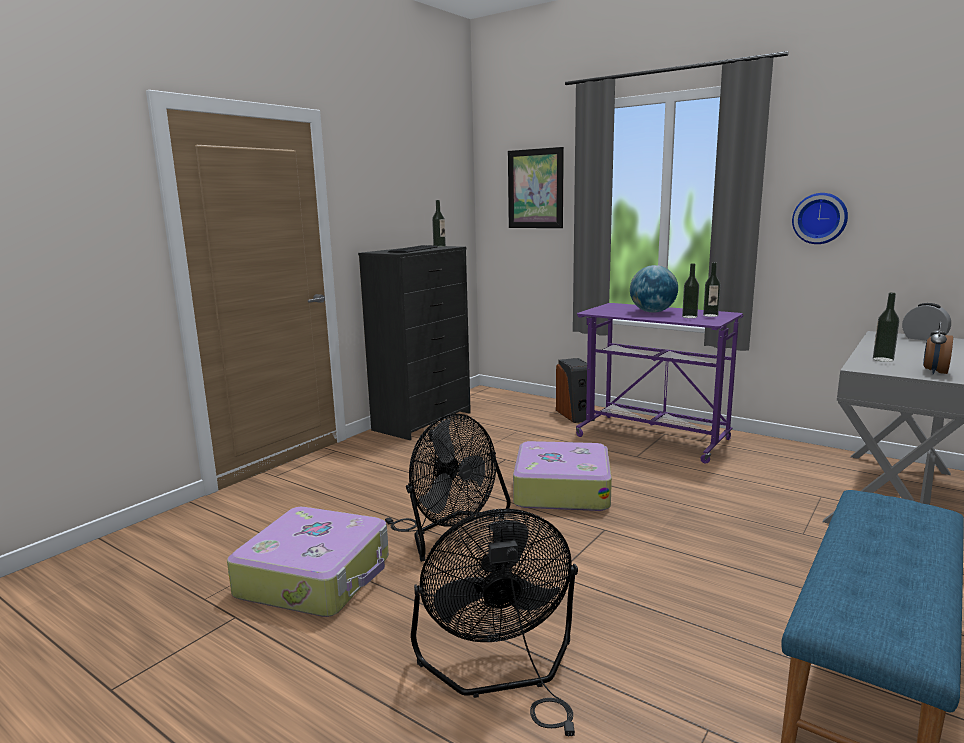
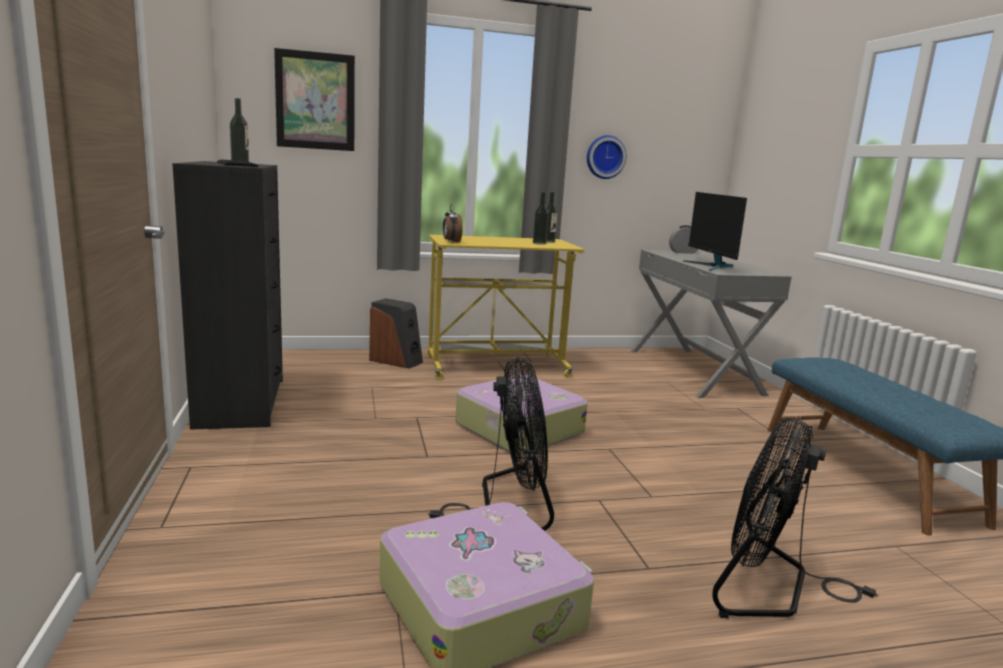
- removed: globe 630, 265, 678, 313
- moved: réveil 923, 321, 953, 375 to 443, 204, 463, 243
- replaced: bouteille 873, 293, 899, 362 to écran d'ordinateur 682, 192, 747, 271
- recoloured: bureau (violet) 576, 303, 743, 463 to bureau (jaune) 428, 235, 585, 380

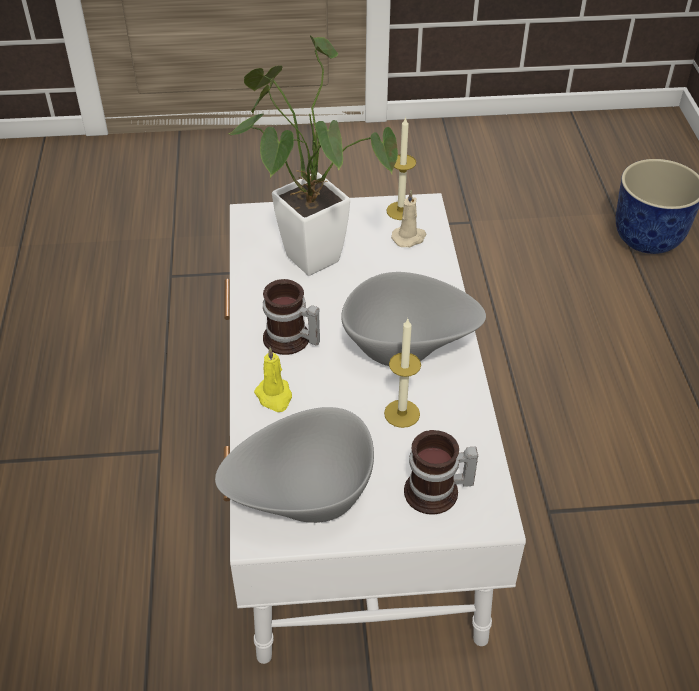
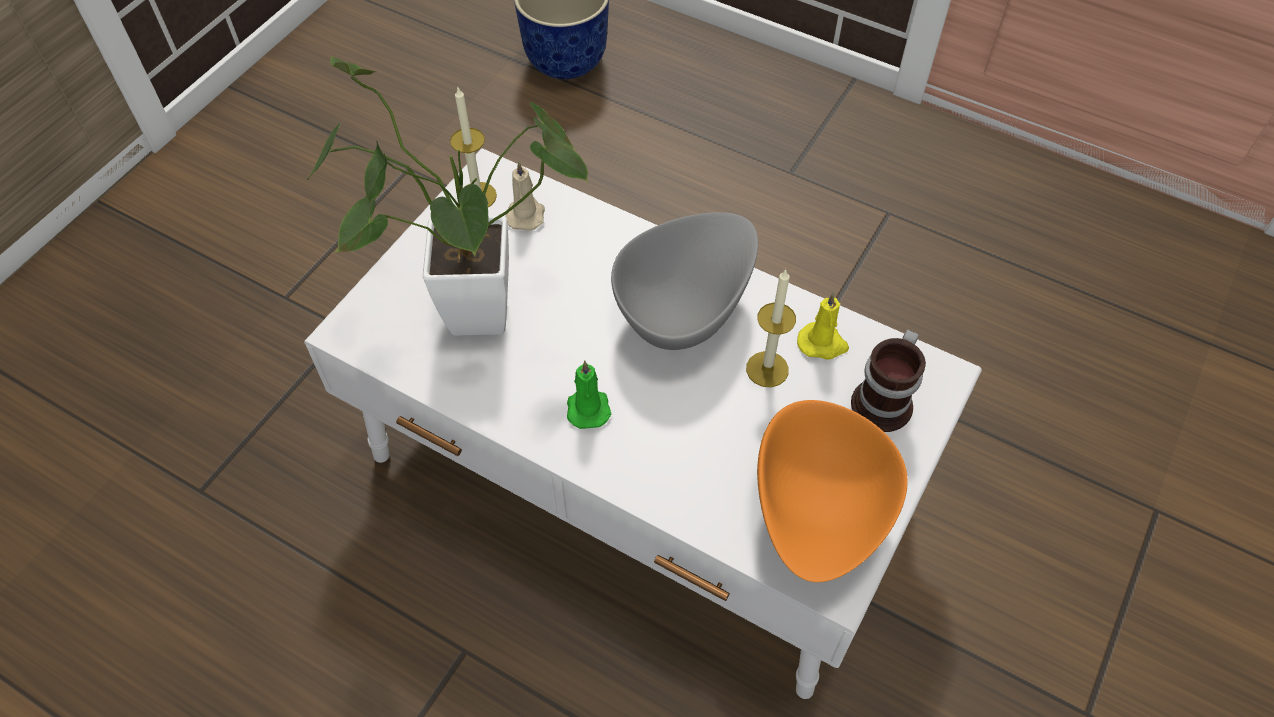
- moved: bougie (jaune) 254, 347, 292, 412 to 797, 292, 849, 360
- replaced: mug 263, 279, 320, 355 to bougie (vert) 567, 361, 611, 429
- recoloured: bol (gris) 215, 407, 374, 523 to bol (orange) 757, 400, 908, 582

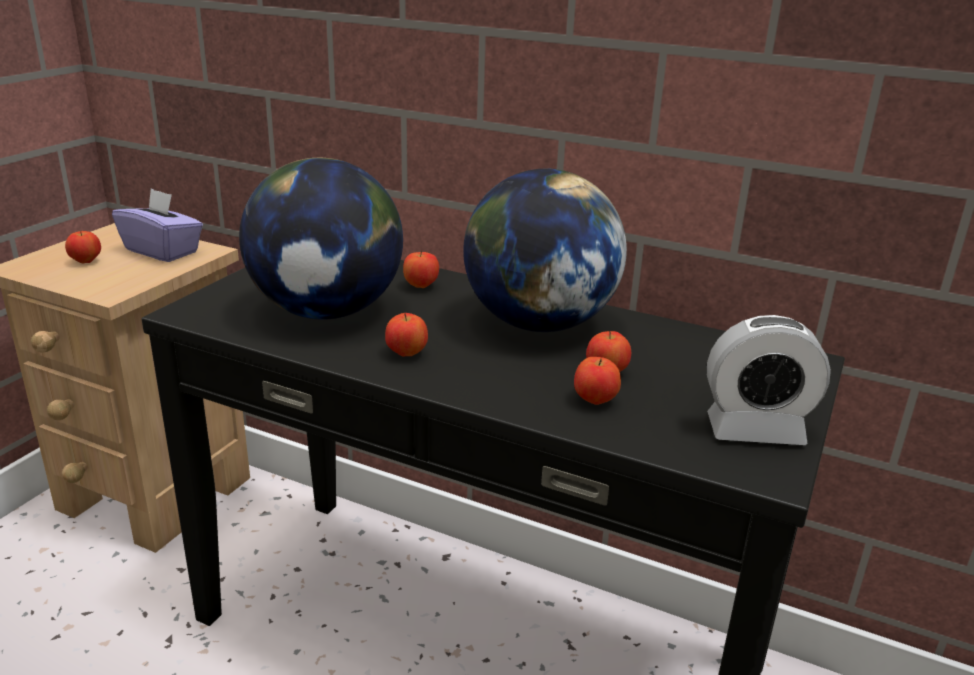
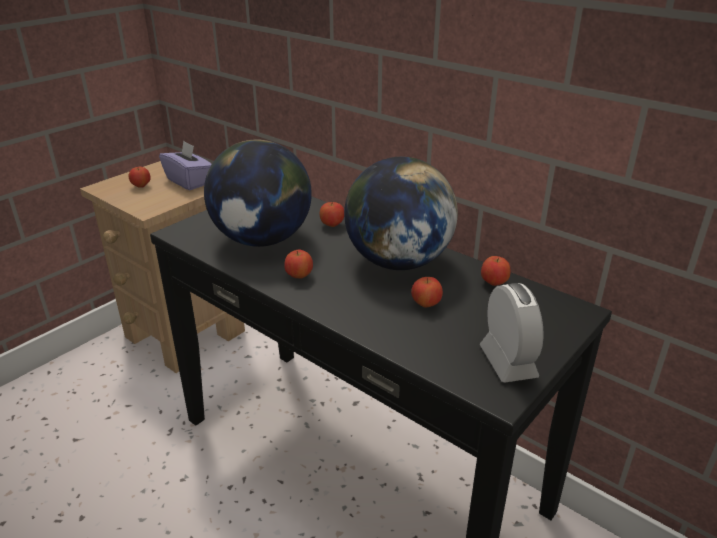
- moved: pomme 574, 357, 621, 405 to 481, 256, 510, 286
- turned: réveil 707, 315, 831, 445 = 480, 283, 544, 383 120 degrees counterclockwise

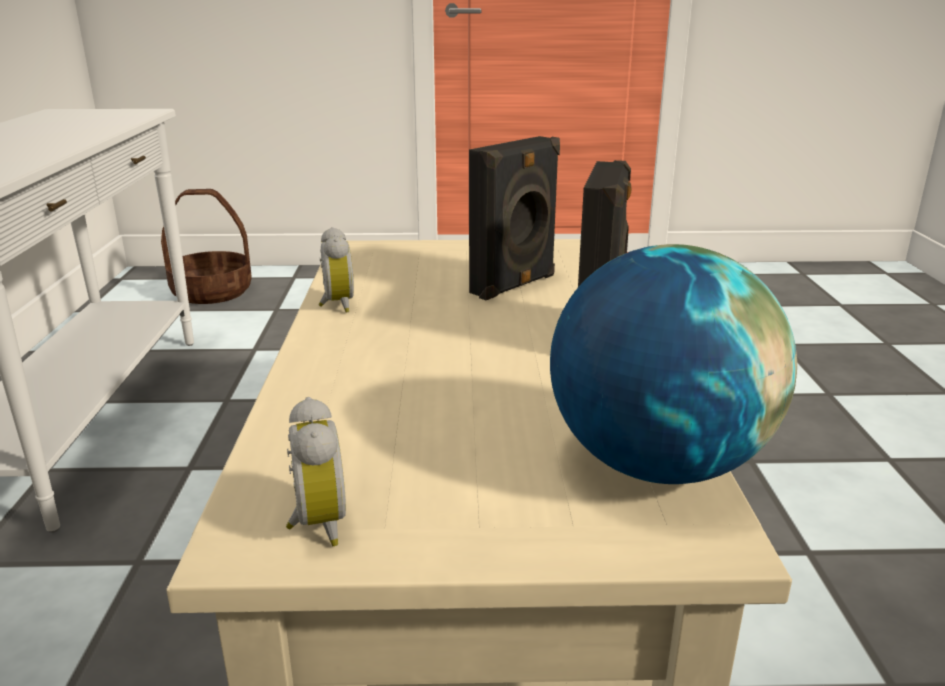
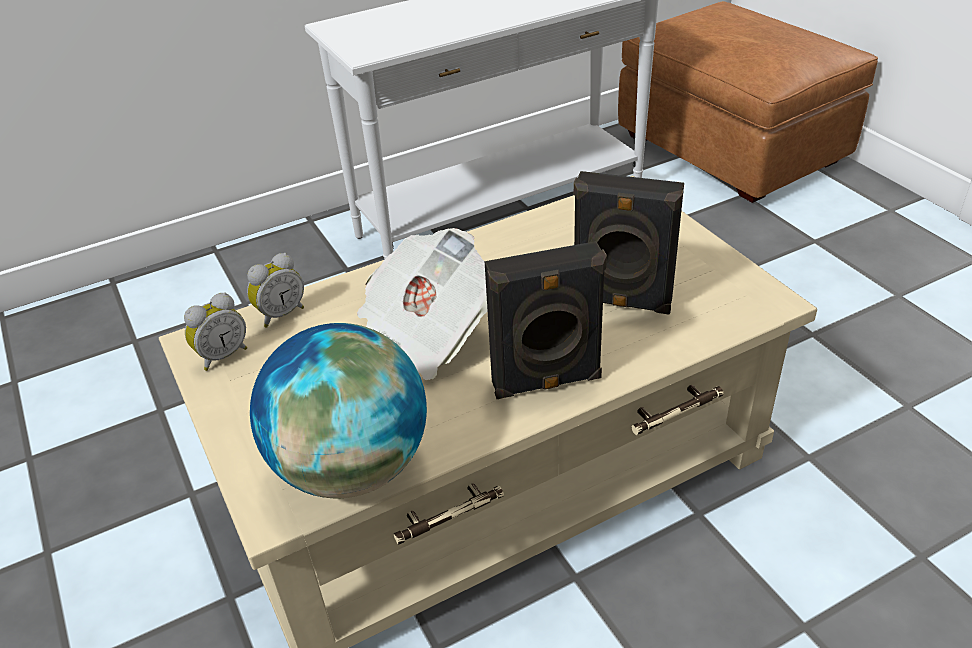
- added: journal 357, 228, 488, 380
- moved: réveil 319, 227, 354, 313 to 247, 253, 304, 327
- replaced: panier 161, 189, 252, 304 to pouf (marron) 618, 1, 878, 203

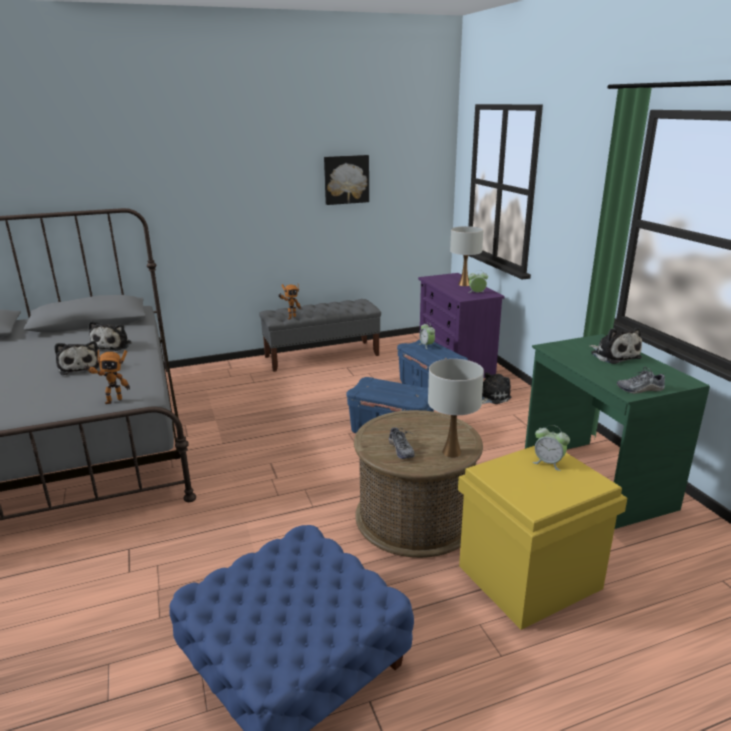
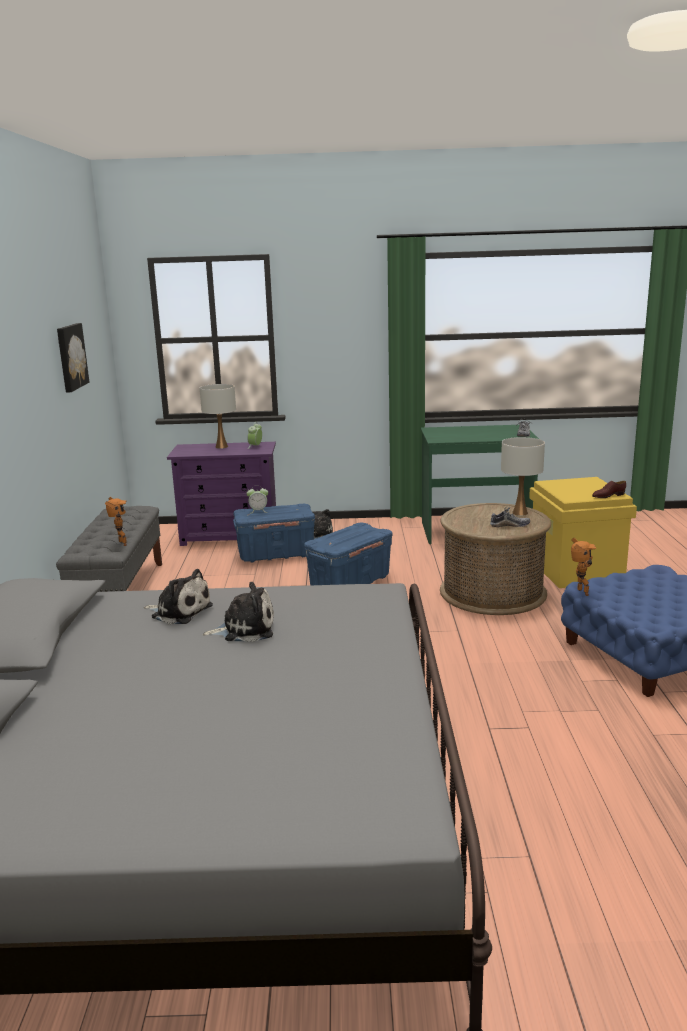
- removed: réveil 533, 425, 570, 471
- removed: peluche 589, 327, 642, 364
- added: chaussure (marron) 592, 481, 626, 498
- moved: robot jouet 83, 350, 130, 404 to 571, 538, 596, 596

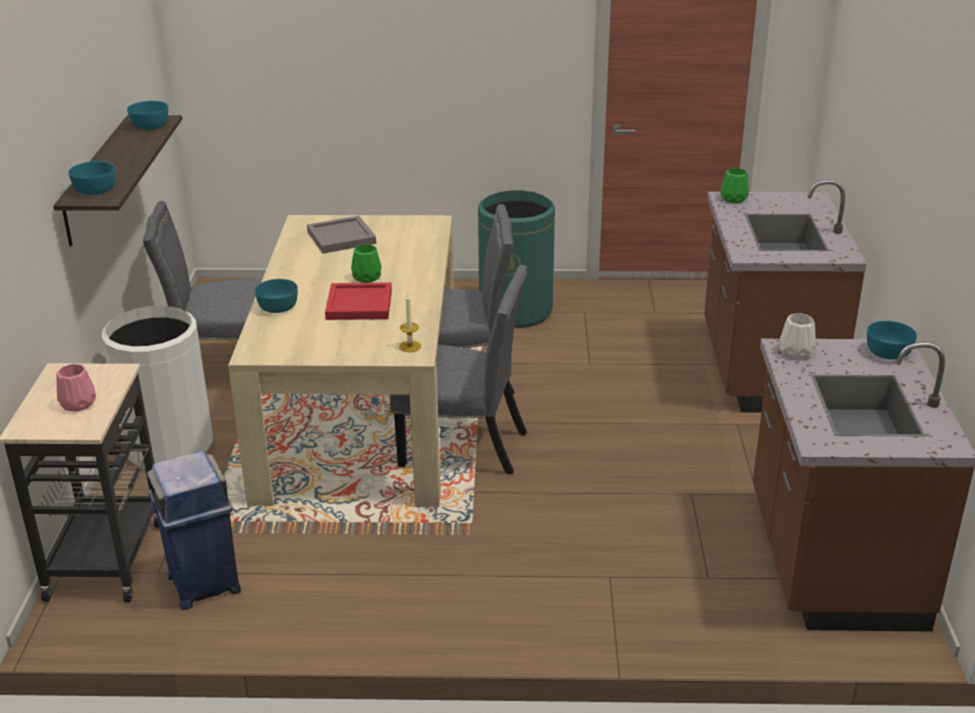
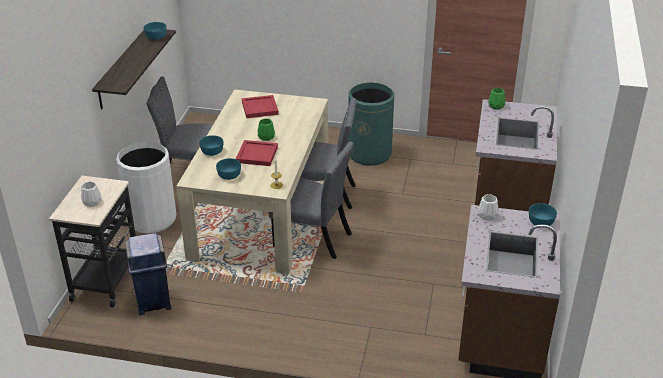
- moved: bol (turquoise) 68, 161, 115, 195 to 216, 158, 241, 180
- recoloured: vase (rose) 56, 364, 96, 412 to vase (blanc) 81, 181, 101, 207
- recoloured: plateau (gris) 307, 216, 376, 254 to plateau (rouge) 242, 95, 279, 118

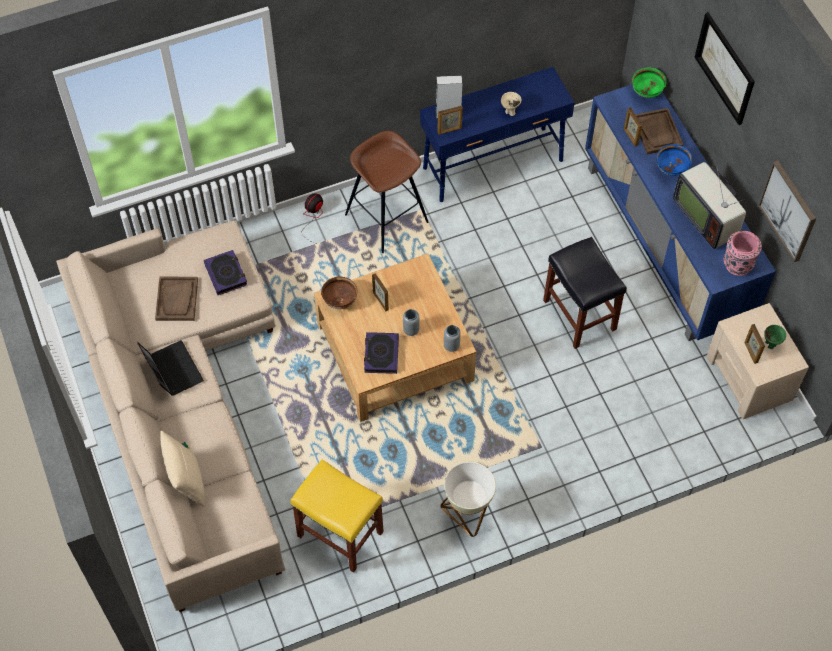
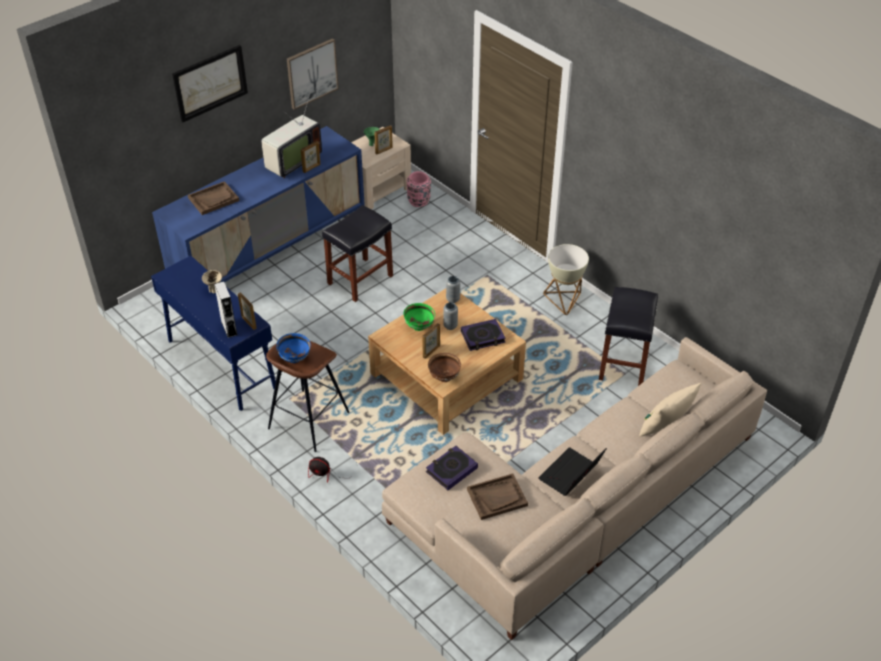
- moved: cadre photo 624, 107, 642, 147 to 301, 141, 320, 173
- moved: bol (vert) 632, 67, 667, 98 to 403, 303, 435, 331
- moved: bol (bleu) 657, 144, 692, 176 to 276, 333, 311, 363
- moved: vase (rose) 724, 231, 762, 276 to 406, 171, 431, 207
- recoloured: tabouret (jaune) 290, 459, 384, 573 to tabouret (noir) 599, 287, 658, 386

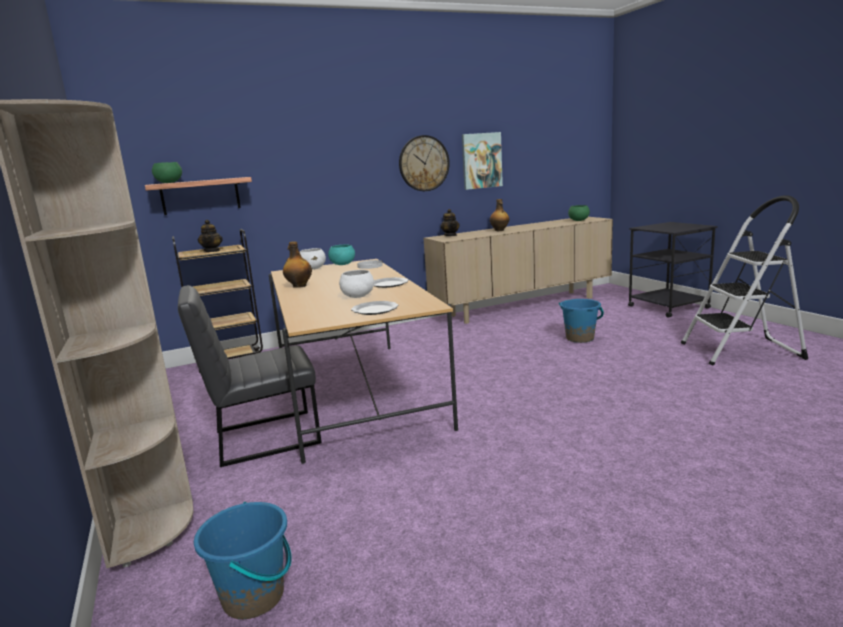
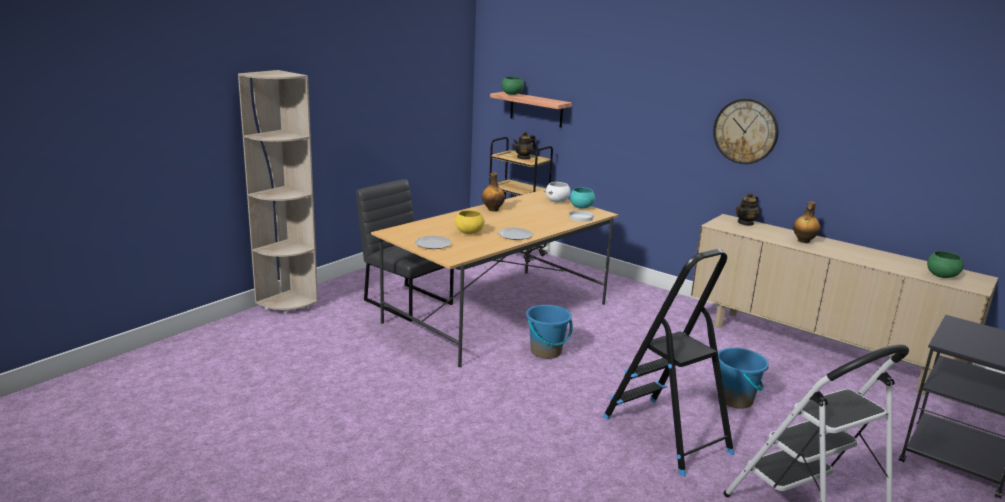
- removed: tableau 462, 132, 503, 190
- added: escabeau (noir) 603, 249, 734, 477
- moved: seau (bleu) 194, 502, 292, 619 to 526, 305, 573, 359
- recoloured: bol (blanc) 339, 270, 374, 298 to bol (jaune) 455, 210, 485, 234

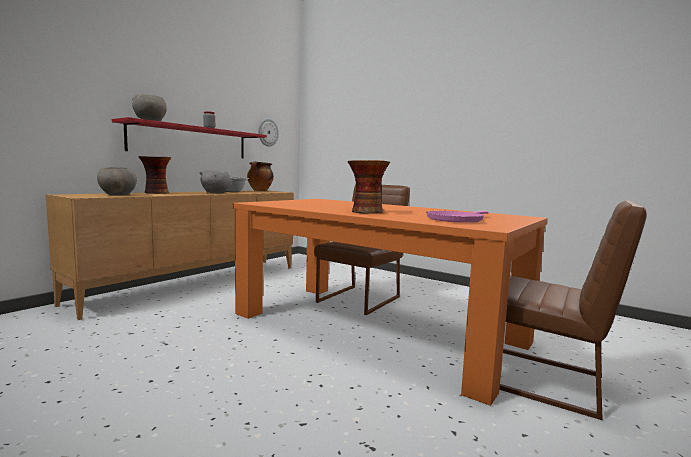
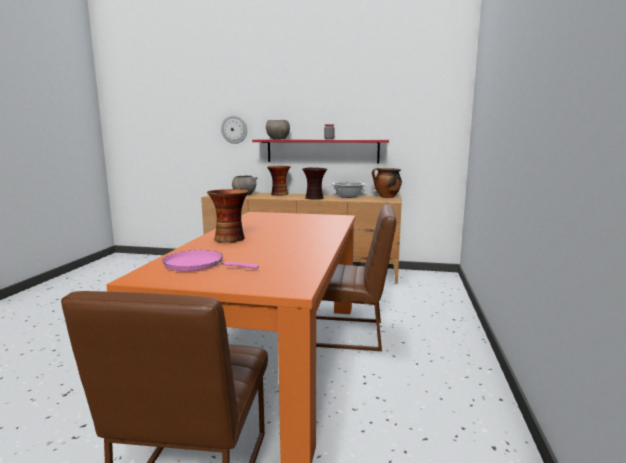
- moved: horloge murale 258, 118, 279, 146 to 221, 115, 247, 144
- replaced: bol (gris) 199, 170, 231, 194 to vase 302, 167, 327, 200

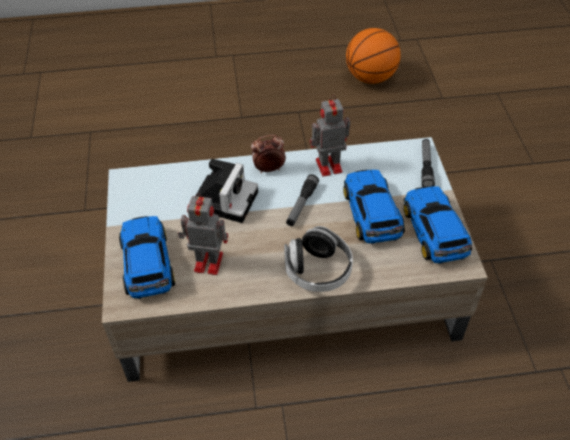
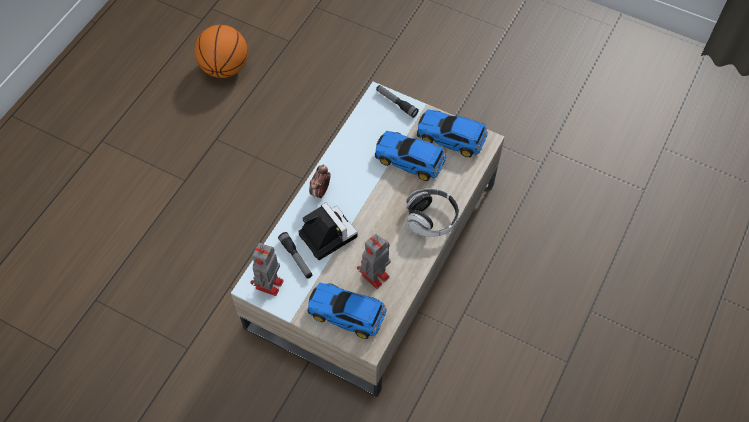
- moved: lampe de poche 286, 174, 319, 226 to 278, 232, 312, 279
- moved: robot jouet 310, 95, 350, 177 to 250, 243, 284, 296

